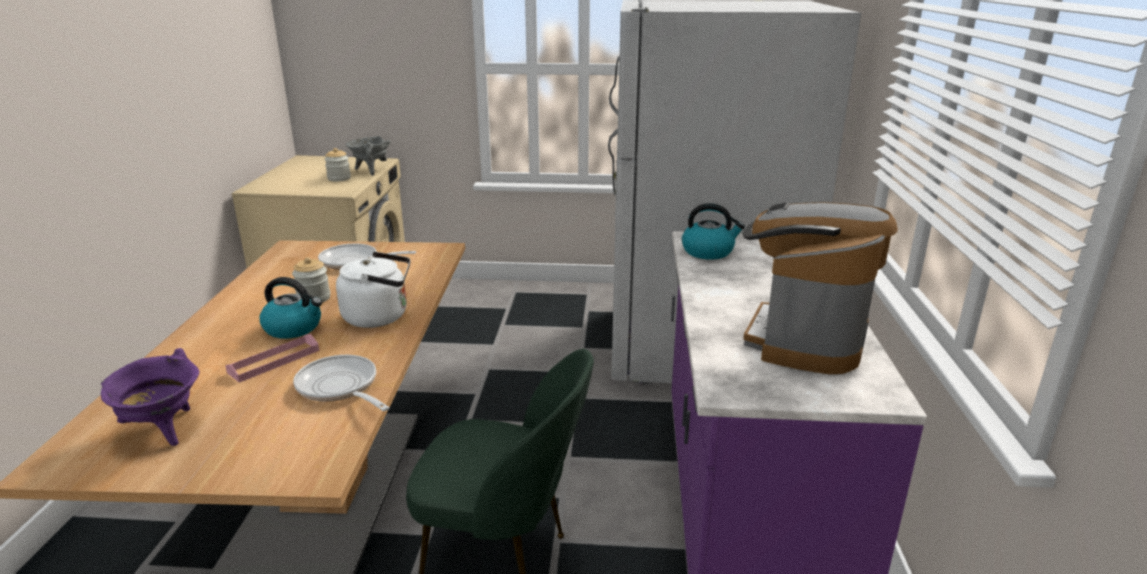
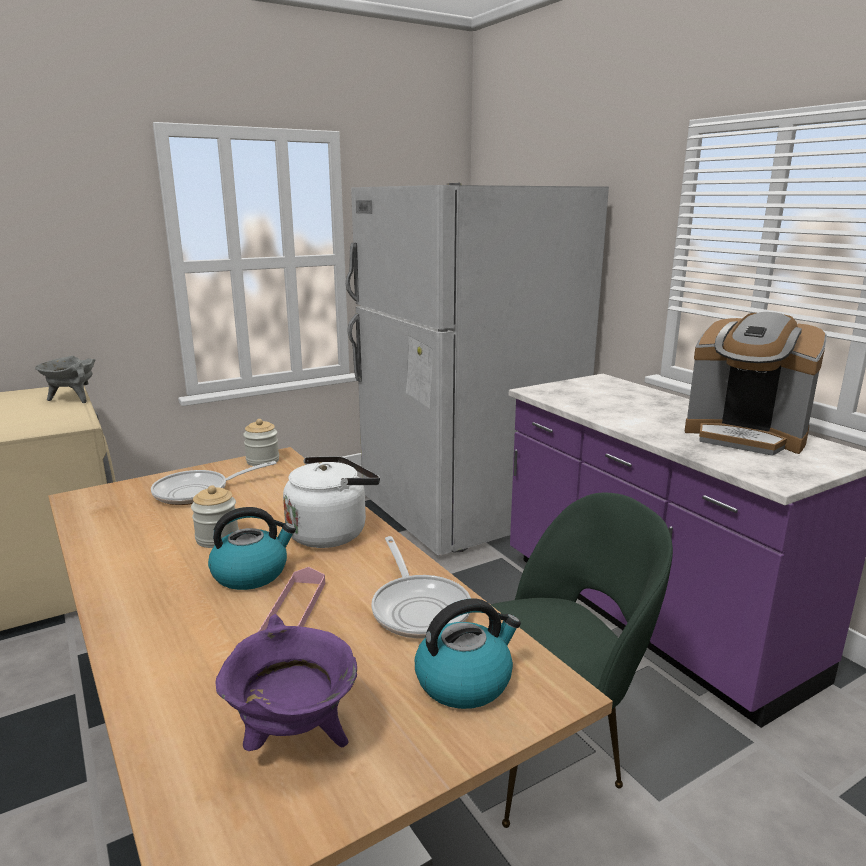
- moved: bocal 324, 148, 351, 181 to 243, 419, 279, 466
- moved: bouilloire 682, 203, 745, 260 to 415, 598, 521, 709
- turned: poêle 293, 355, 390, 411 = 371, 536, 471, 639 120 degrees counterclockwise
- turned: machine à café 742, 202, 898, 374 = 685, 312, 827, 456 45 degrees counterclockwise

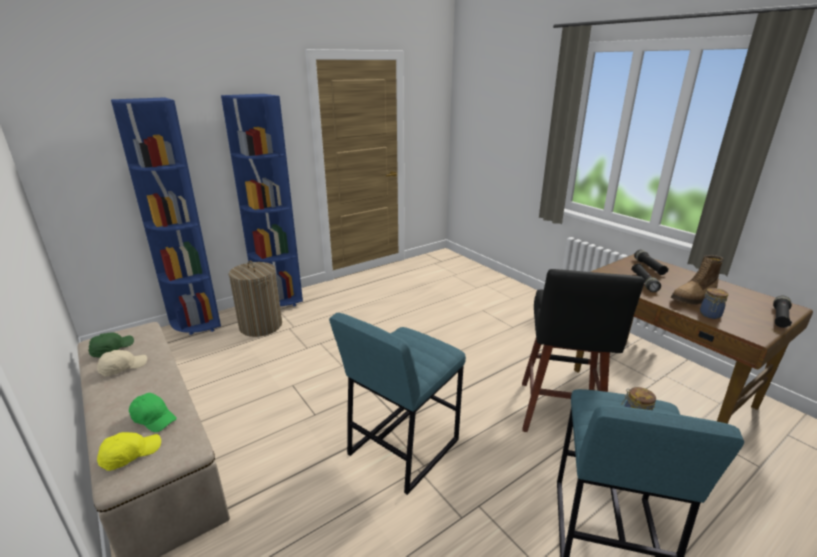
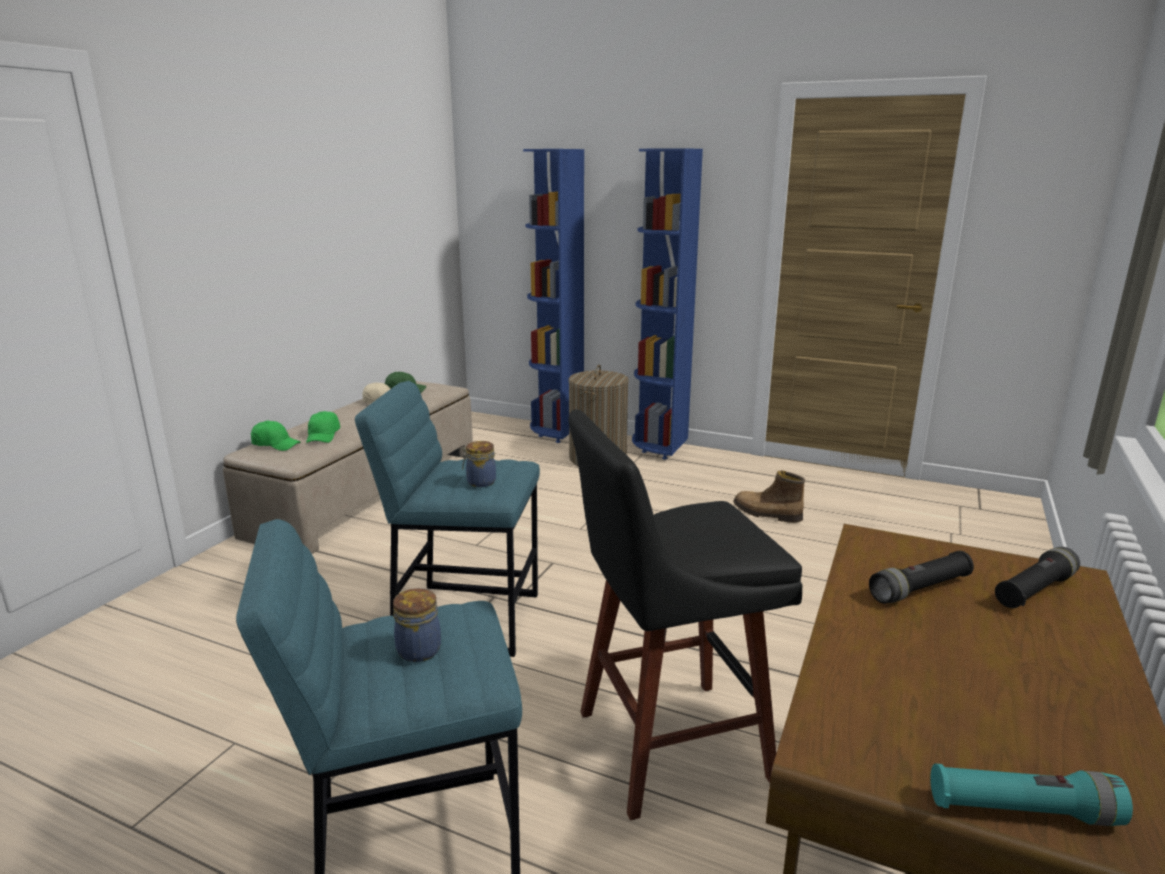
- moved: botte 671, 255, 724, 305 to 734, 471, 805, 523
- moved: bocal 700, 288, 729, 319 to 462, 441, 496, 487
- recoloured: casquette (jaune) 97, 432, 161, 471 to casquette (vert) 251, 421, 300, 451
- recoloured: lampe de poche (noir) 773, 296, 792, 328 to lampe de poche (turquoise) 930, 764, 1133, 826

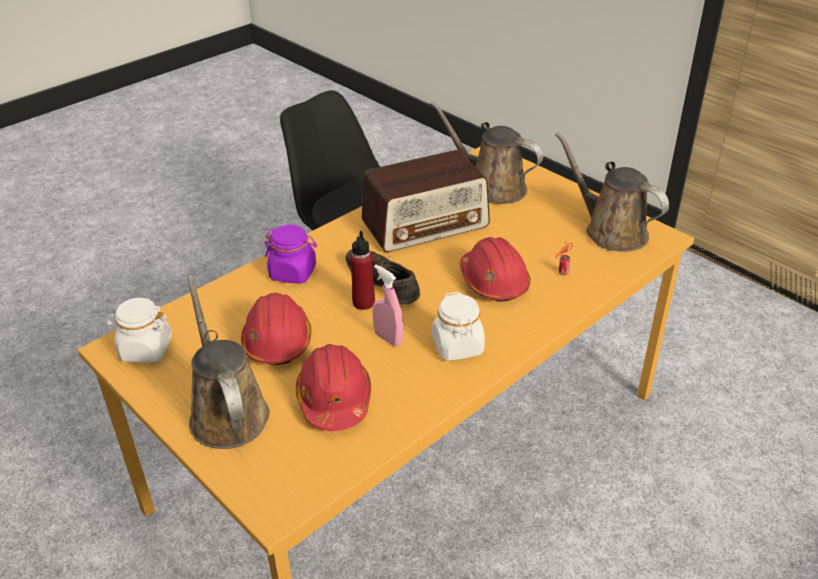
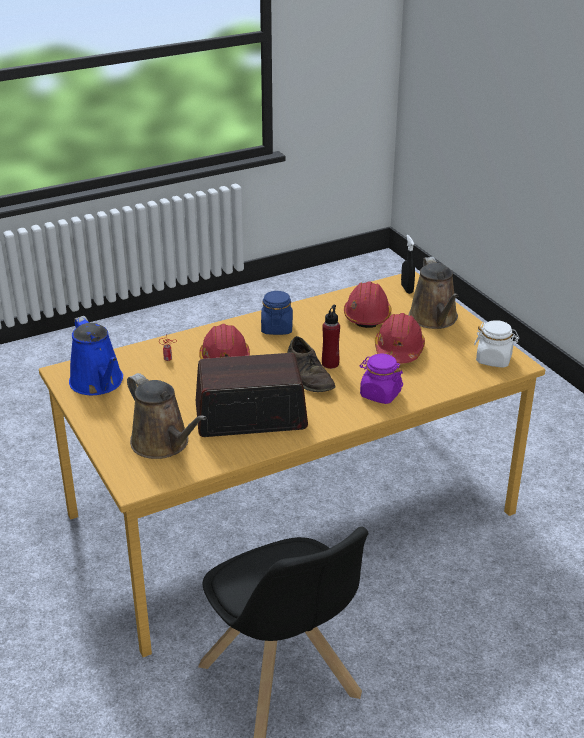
- removed: vaporisateur (rose) 372, 265, 403, 346
- added: vaporisateur (noir) 401, 235, 415, 294
- recoloured: bocal (blanc) 432, 292, 485, 361 to bocal (bleu) 261, 291, 293, 335
- recoloured: arrosoir (marron) 555, 132, 669, 252 to arrosoir (bleu) 69, 316, 123, 395

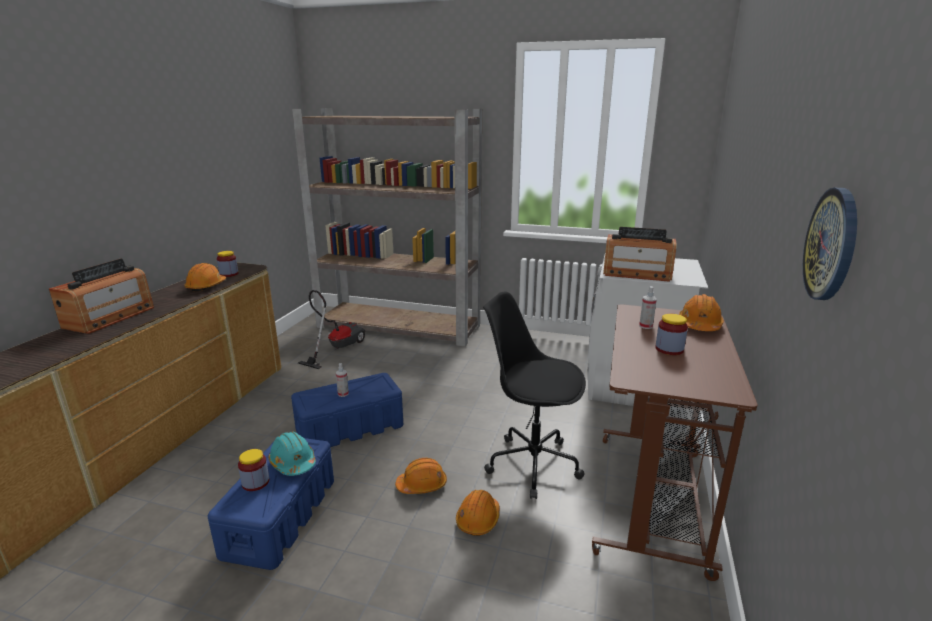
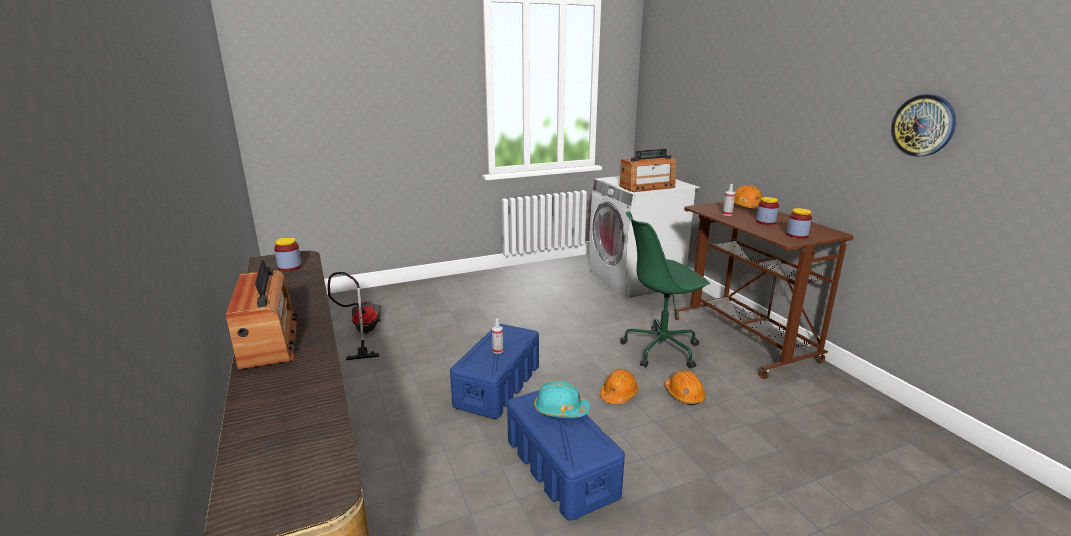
- removed: casque de chantier (orange) 185, 263, 226, 292
- removed: bibliothèque (marron) 292, 108, 482, 347
- moved: bocal 238, 449, 269, 491 to 786, 208, 812, 239
- recoloured: chaise de bureau (noir) 483, 292, 586, 499 to chaise de bureau (vert) 620, 211, 710, 369

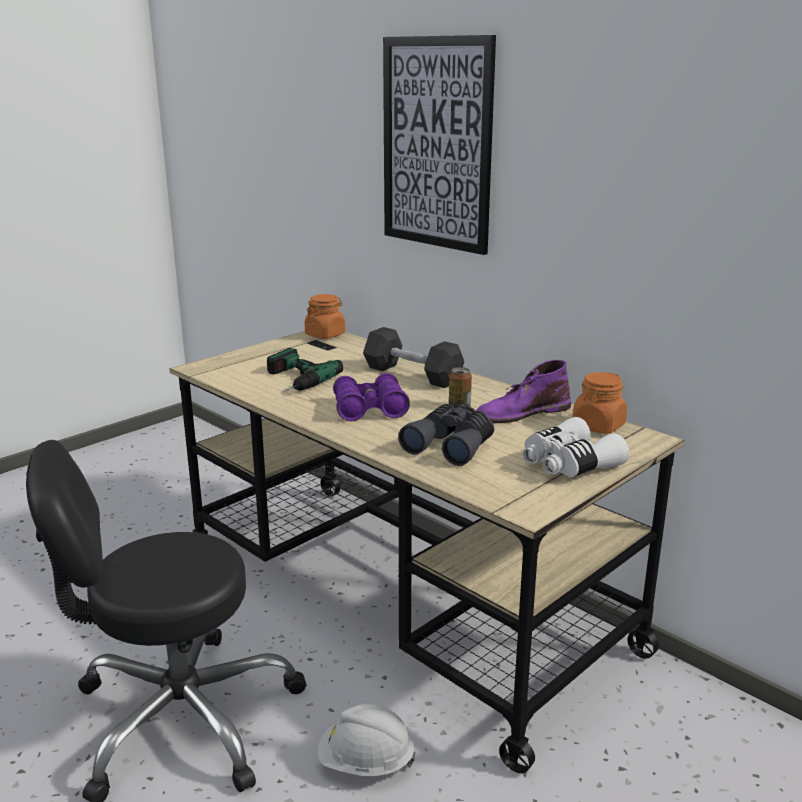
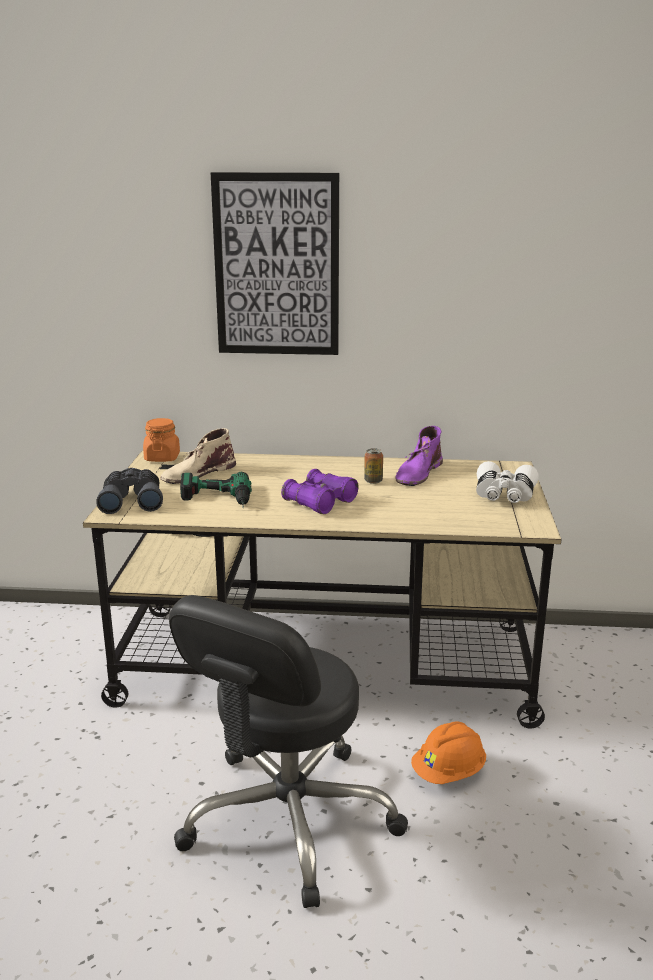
- removed: haltère (noir) 363, 327, 464, 388
- removed: bocal (orange) 572, 372, 627, 434
- added: botte (beige) 160, 428, 236, 484
- moved: jumelles (gris) 398, 404, 494, 466 to 96, 468, 163, 514
- recoloured: casque de chantier (blanc) 317, 703, 416, 776 to casque de chantier (orange) 411, 722, 486, 784

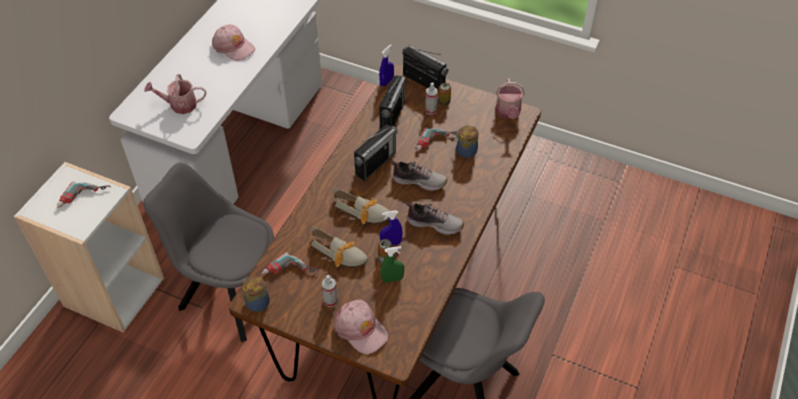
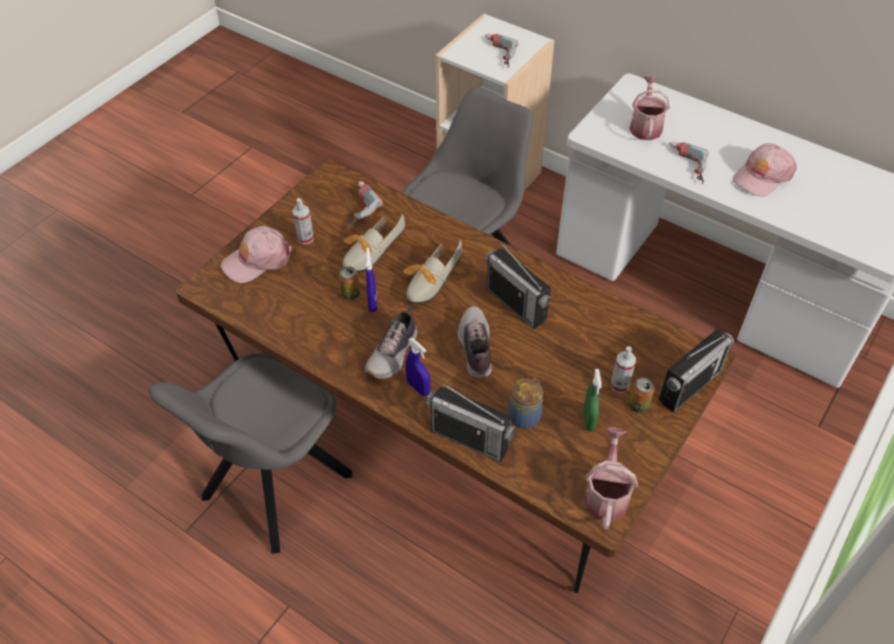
- removed: bocal 243, 276, 270, 312
- moved: vaporisateur (bleu) 379, 45, 394, 87 to 405, 338, 431, 396
- moved: radio 379, 75, 406, 129 to 426, 383, 515, 462
- moved: vaporisateur (vert) 381, 246, 404, 283 to 583, 369, 601, 431
- moved: perceuse 417, 127, 459, 151 to 669, 142, 708, 184
- turned: chaussure 391, 161, 447, 191 = 458, 306, 492, 378 150 degrees clockwise
- turned: arrosoir 495, 78, 525, 119 = 583, 427, 638, 529 90 degrees clockwise

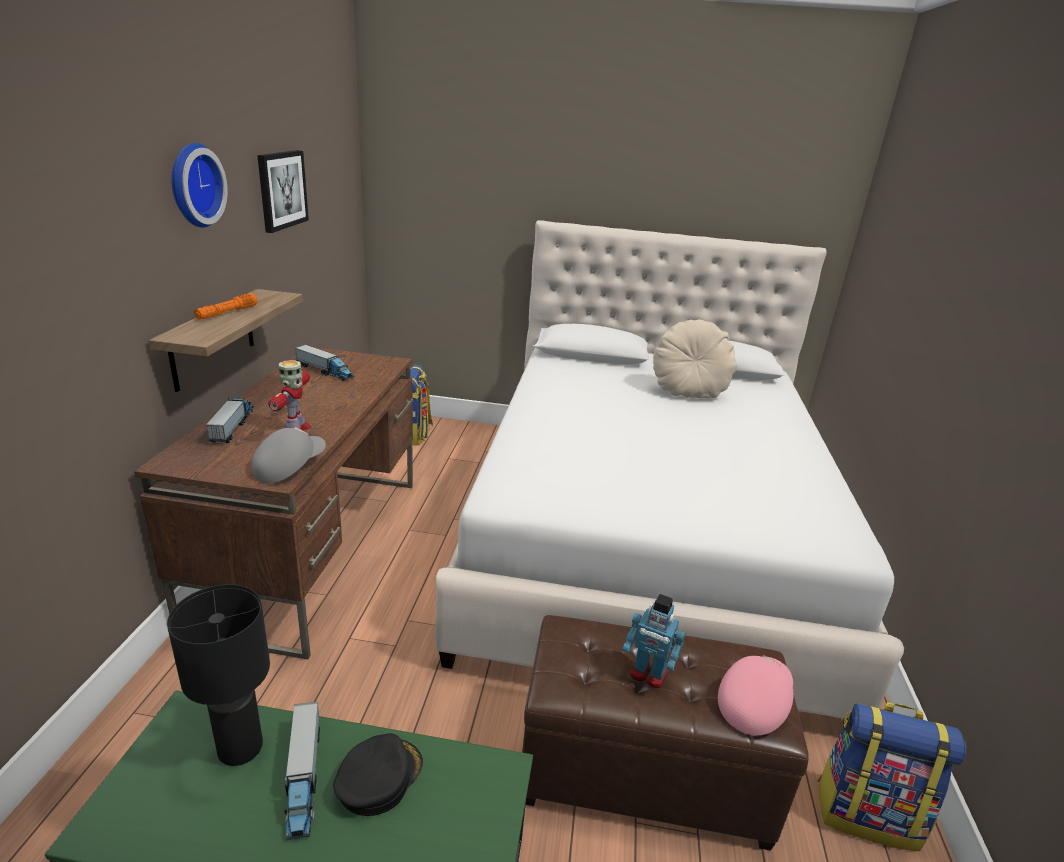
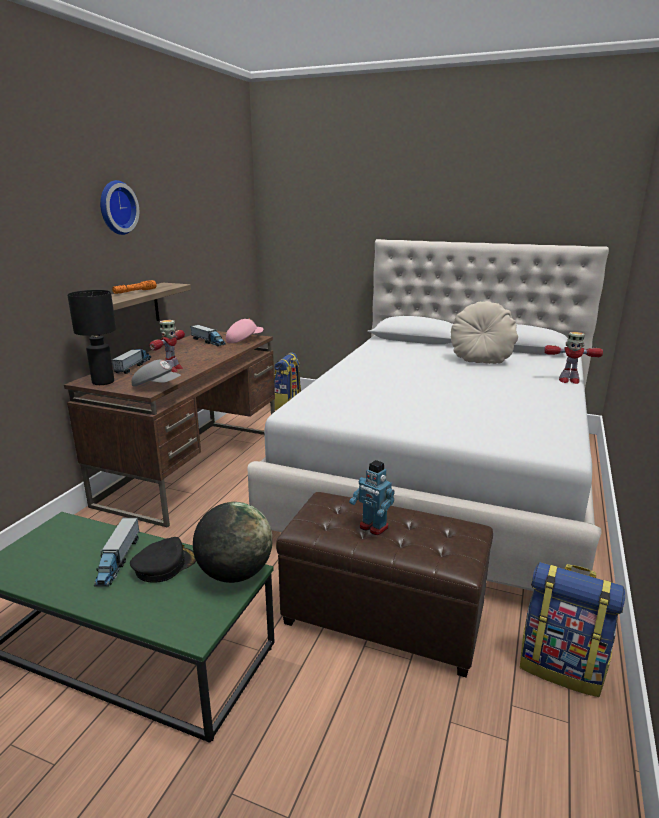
- removed: tableau 257, 150, 309, 233
- added: globe 193, 502, 273, 583
- added: robot jouet 544, 332, 603, 384
- moved: lampe de table (noir) 167, 584, 270, 766 to 67, 290, 116, 385
- moved: casquette (rose) 718, 655, 793, 736 to 226, 318, 263, 343
- turned: casquette (gris) 252, 427, 326, 483 = 131, 360, 181, 387 60 degrees clockwise

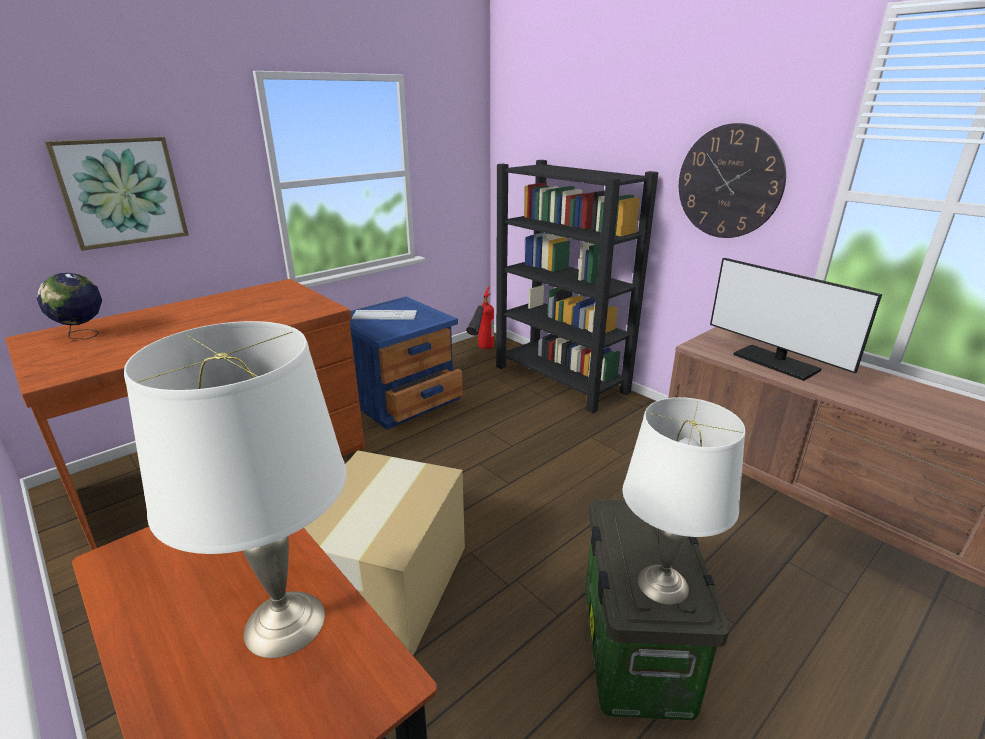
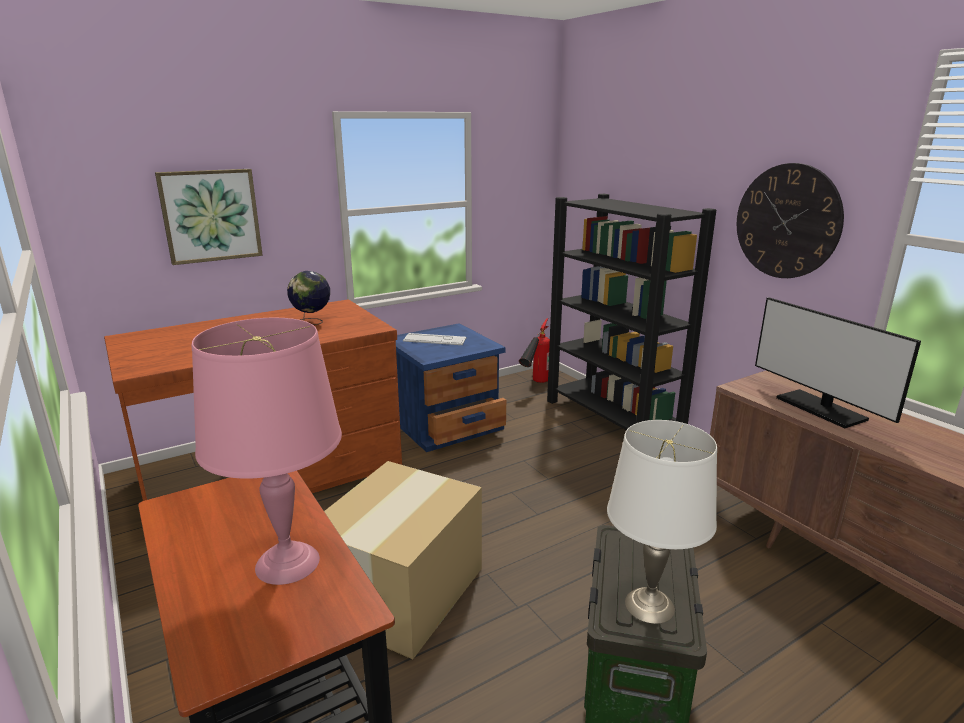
- moved: globe 37, 273, 102, 340 to 287, 271, 330, 325
- recoloured: lampe de table (blanc) 124, 321, 347, 658 to lampe de table (rose) 192, 318, 342, 585

